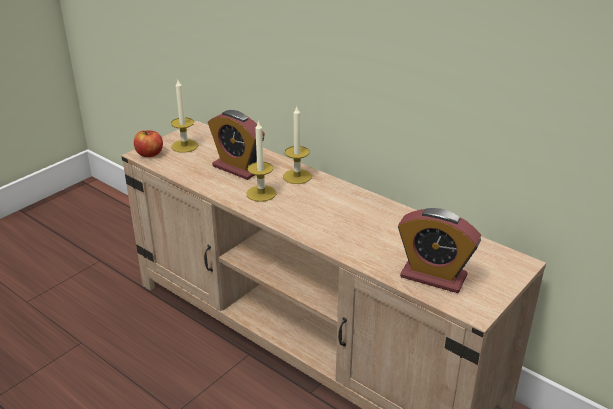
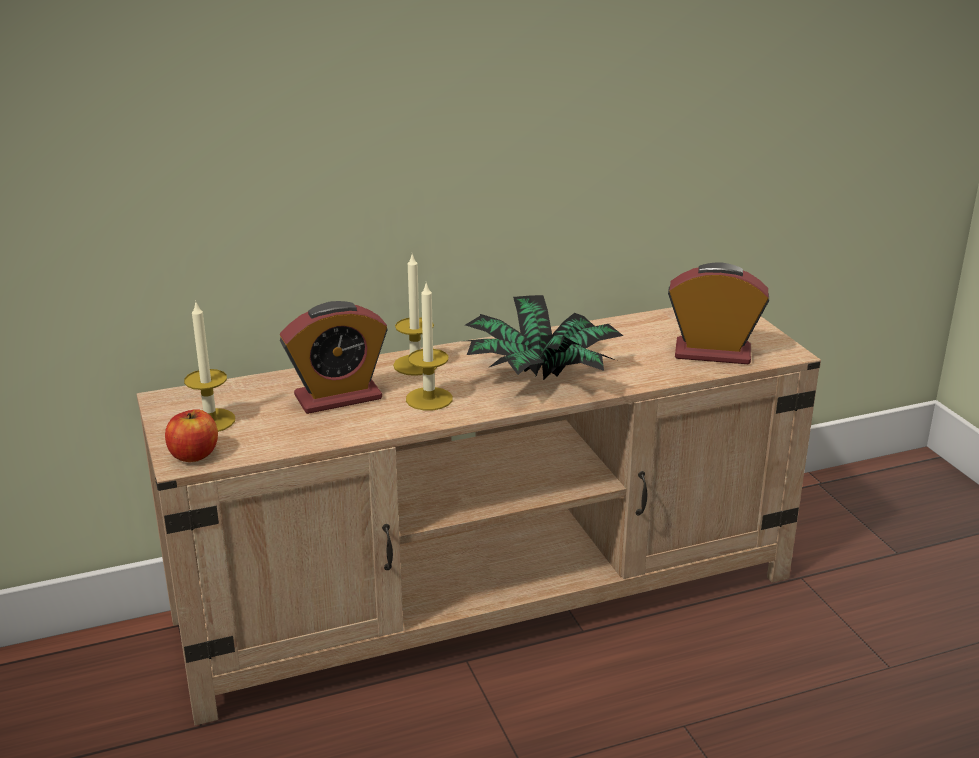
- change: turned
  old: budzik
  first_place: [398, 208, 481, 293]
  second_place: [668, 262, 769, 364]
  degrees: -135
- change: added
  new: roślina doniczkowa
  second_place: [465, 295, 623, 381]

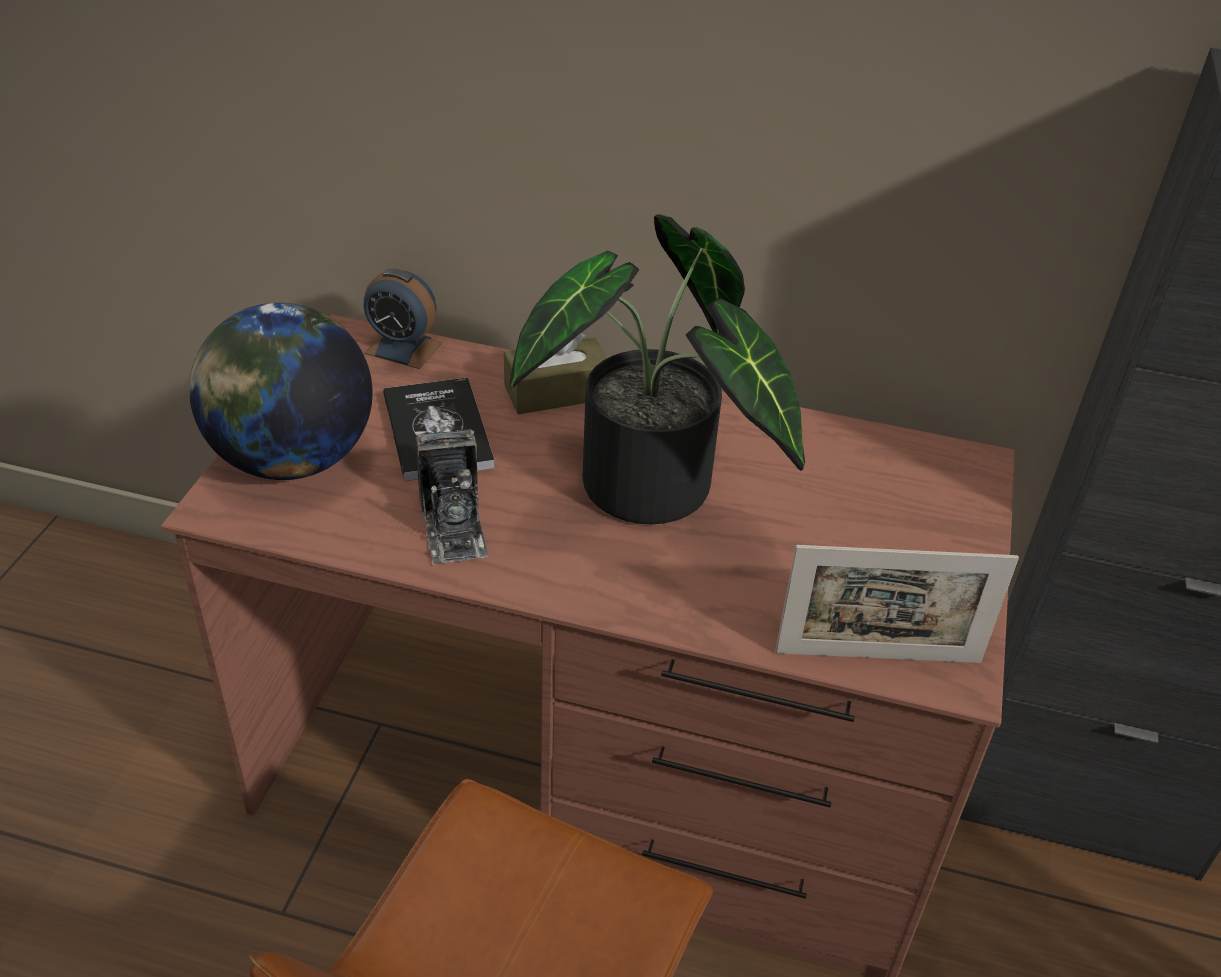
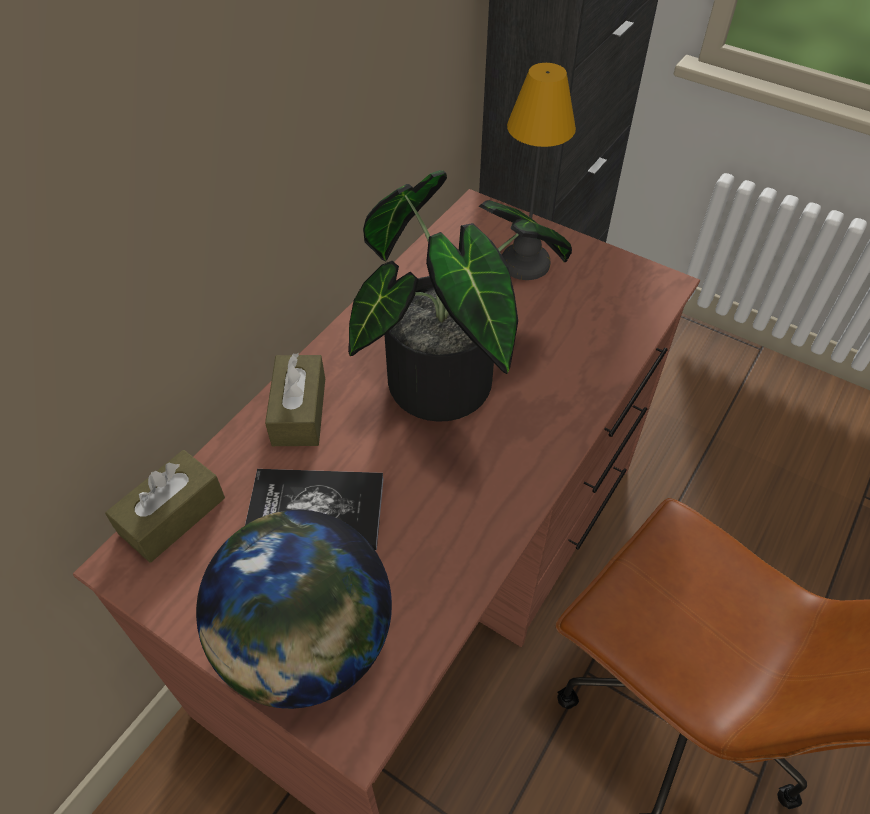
- change: replaced
  old: budzik
  new: pudełko chusteczek (brązowy)
  first_place: [364, 269, 442, 369]
  second_place: [105, 450, 225, 563]
- change: removed
  old: aparat fotograficzny
  first_place: [415, 429, 488, 565]
- change: removed
  old: ramka na zdjęcie
  first_place: [775, 545, 1019, 663]
- change: added
  new: lampa stołowa
  second_place: [502, 63, 576, 280]

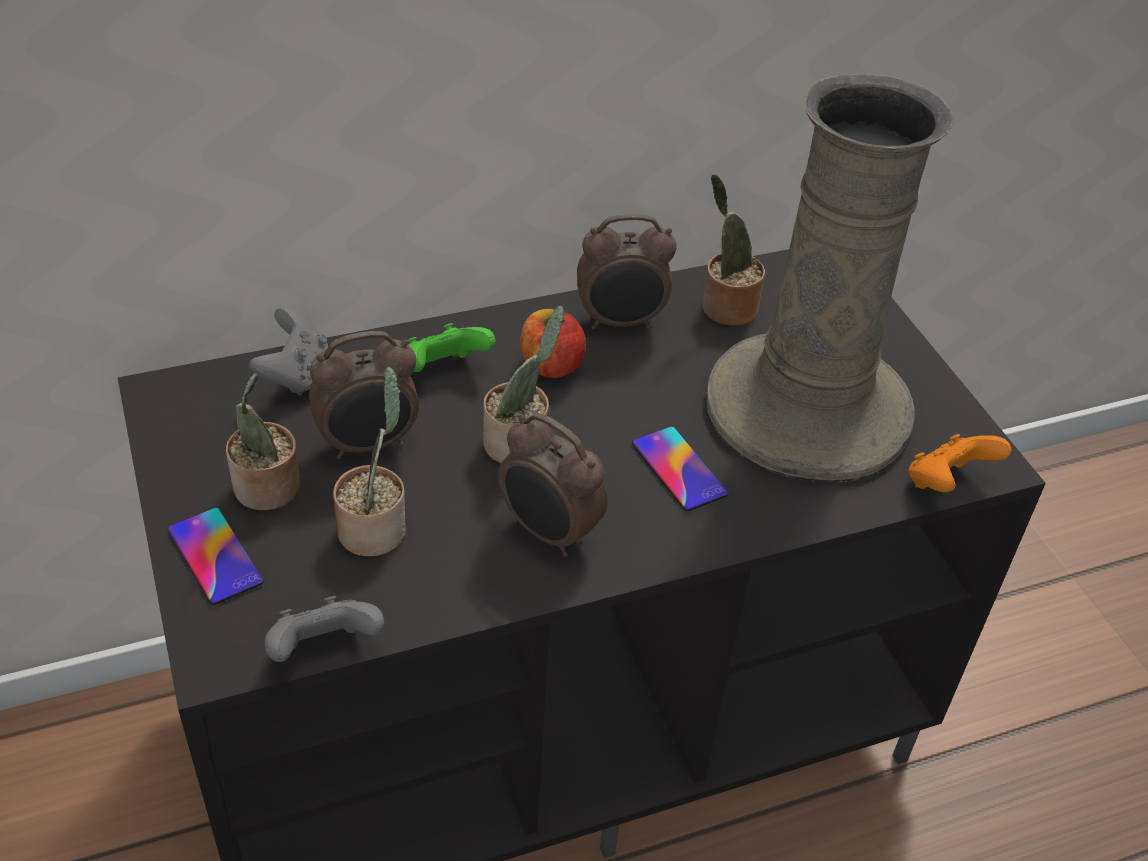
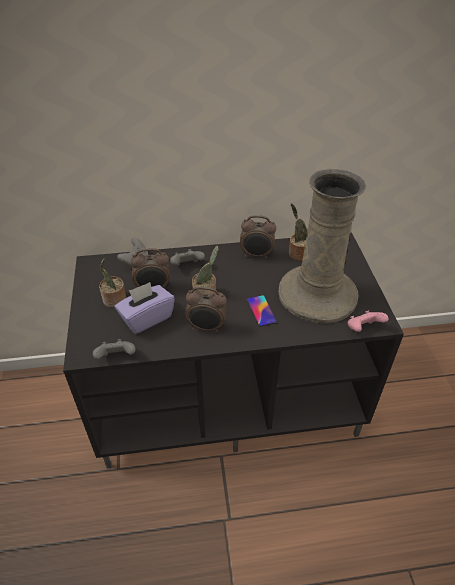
- change: removed
  old: telefon
  first_place: [168, 508, 264, 605]
- change: replaced
  old: roślina doniczkowa
  new: pudełko chusteczek (fioletowy)
  first_place: [333, 366, 406, 557]
  second_place: [115, 282, 175, 334]
- change: recoloured
  old: pad do gier (zielony)
  new: pad do gier (szary)
  first_place: [407, 323, 496, 372]
  second_place: [170, 249, 205, 265]
- change: turned
  old: budzik
  first_place: [498, 413, 608, 557]
  second_place: [185, 287, 227, 332]
  degrees: -45
- change: removed
  old: jabłko
  first_place: [520, 309, 586, 378]
- change: recoloured
  old: pad do gier (pomarańczowy)
  new: pad do gier (różowy)
  first_place: [909, 434, 1012, 492]
  second_place: [348, 310, 389, 332]

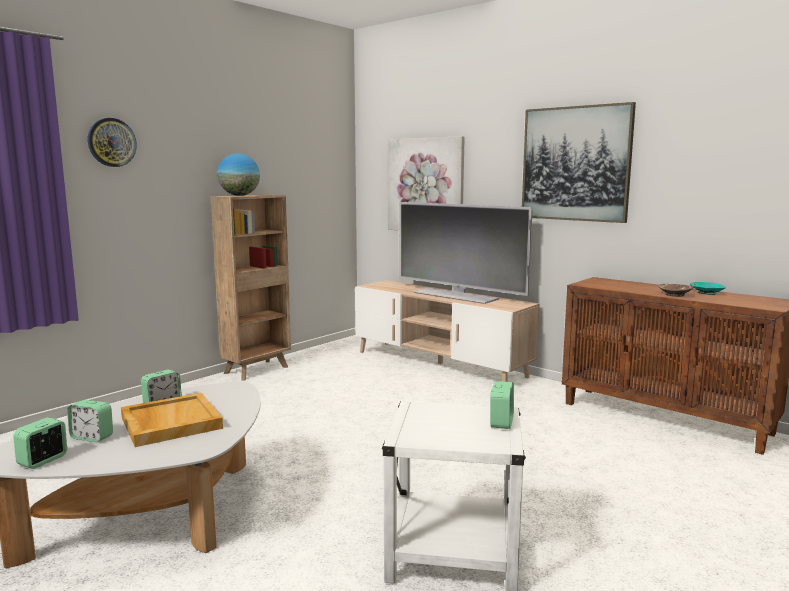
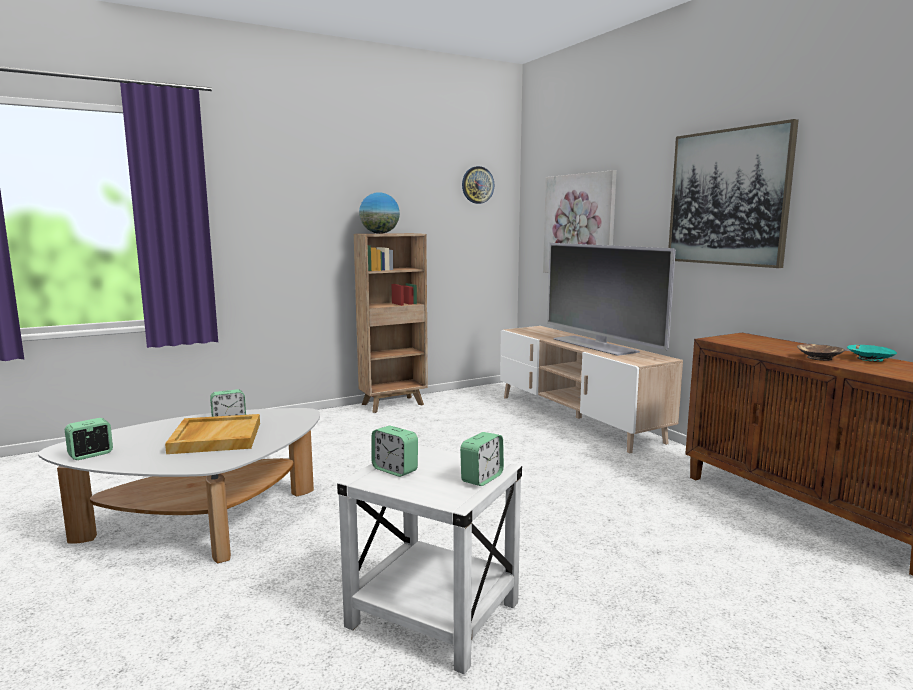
- change: moved
  old: budzik
  first_place: [67, 400, 113, 442]
  second_place: [372, 426, 418, 477]
- change: moved
  old: zegar ścienny
  first_place: [88, 118, 137, 167]
  second_place: [462, 166, 494, 204]

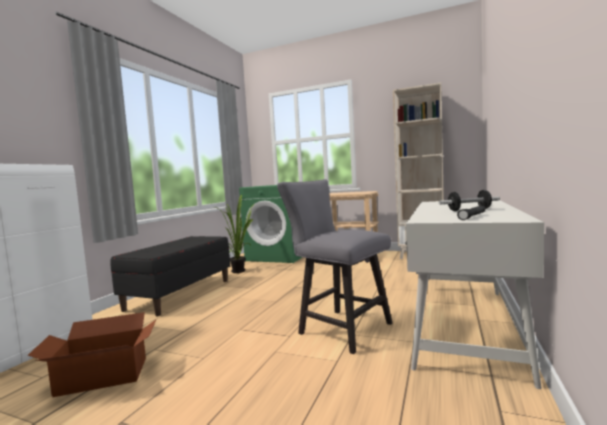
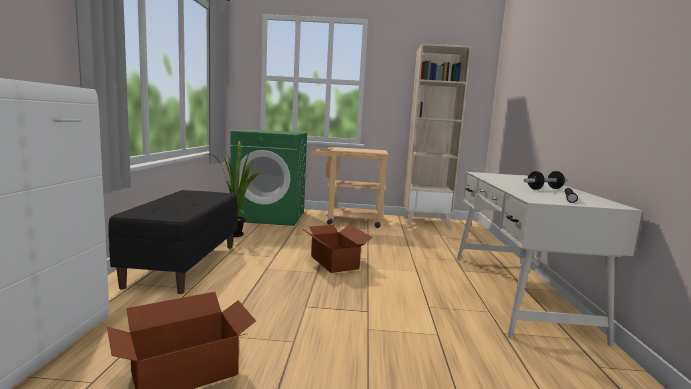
- change: removed
  old: krzesło (szary)
  first_place: [277, 179, 392, 354]
- change: added
  new: karton
  second_place: [301, 225, 373, 273]

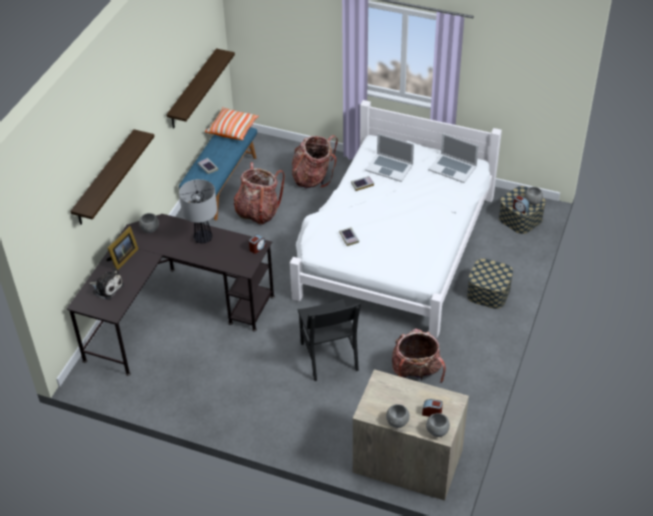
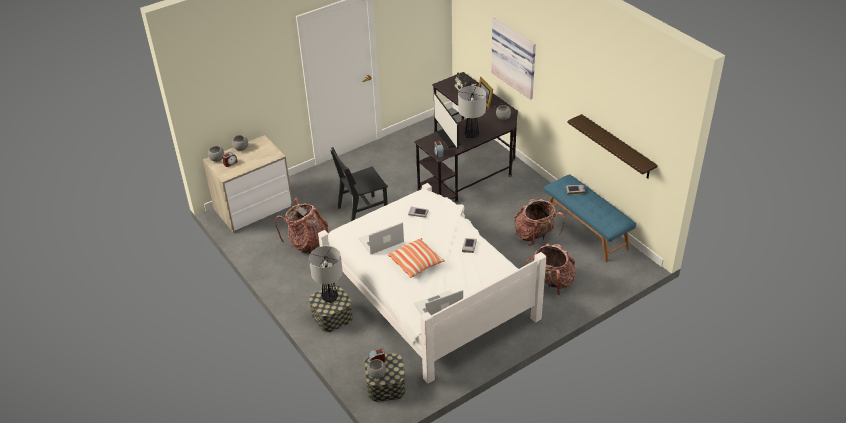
- change: replaced
  old: półka
  new: obraz
  first_place: [70, 129, 154, 225]
  second_place: [491, 19, 536, 100]
- change: moved
  old: poduszka
  first_place: [205, 107, 258, 140]
  second_place: [387, 238, 444, 278]
- change: turned
  old: krzesło (czarny)
  first_place: [298, 299, 361, 381]
  second_place: [330, 147, 388, 221]
  degrees: -45
- change: moved
  old: laptop
  first_place: [365, 133, 414, 182]
  second_place: [359, 222, 404, 255]
- change: added
  new: lampa stołowa
  second_place: [309, 246, 343, 303]
- change: added
  new: monitor
  second_place: [434, 93, 461, 149]

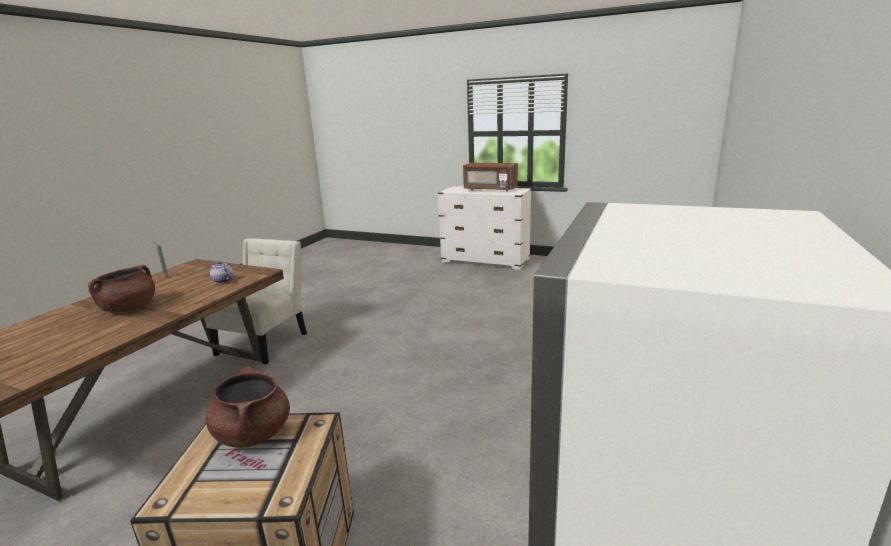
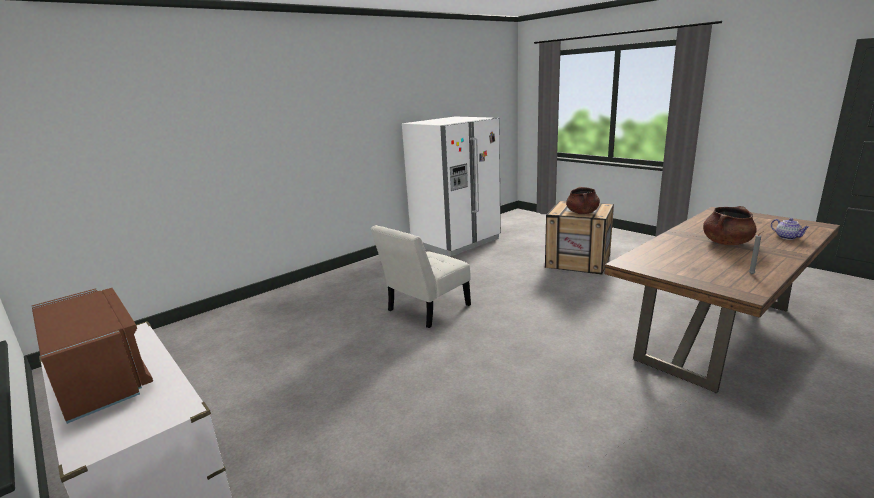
- change: moved
  old: krzesło (biały)
  first_place: [204, 238, 307, 364]
  second_place: [370, 225, 471, 328]
- change: moved
  old: imbryk
  first_place: [210, 261, 233, 283]
  second_place: [771, 218, 810, 240]

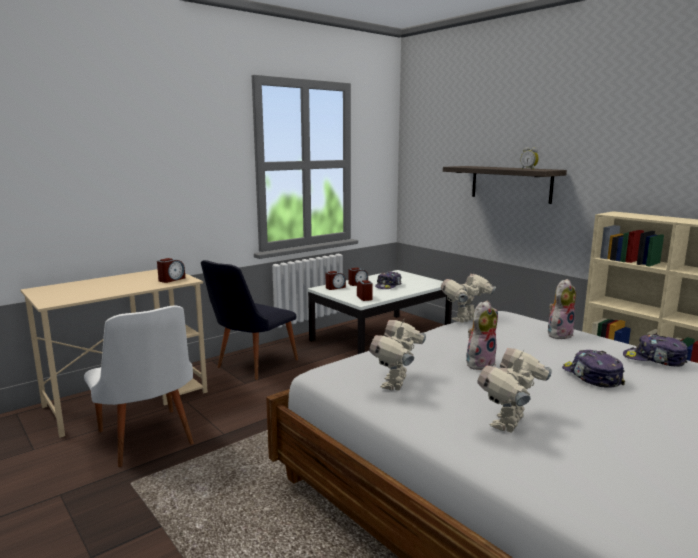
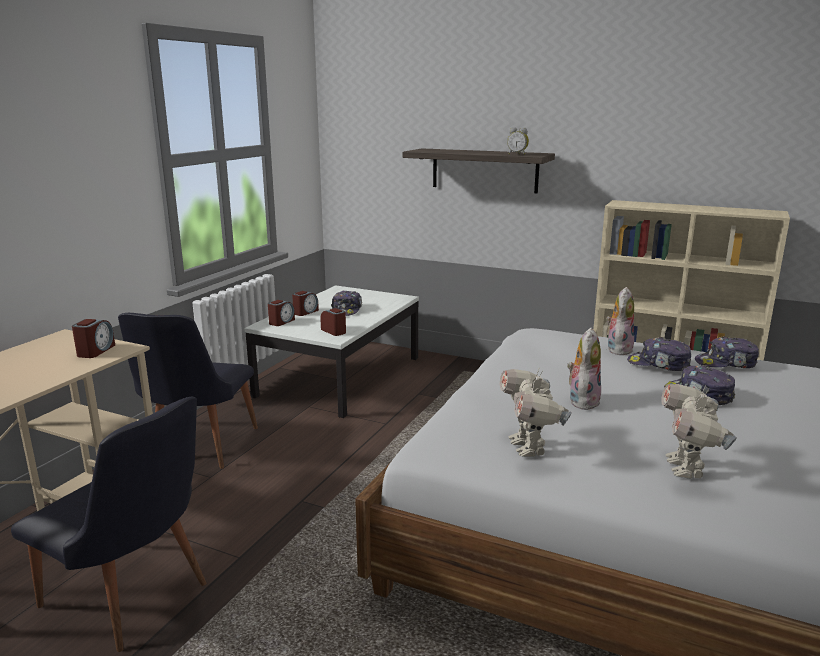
- change: recoloured
  old: krzesło (biały)
  new: krzesło (czarny)
  first_place: [84, 306, 194, 467]
  second_place: [11, 397, 207, 652]
- change: removed
  old: robot zabawkowy
  first_place: [441, 272, 496, 323]
- change: added
  new: czapka z daszkiem
  second_place: [627, 337, 691, 371]

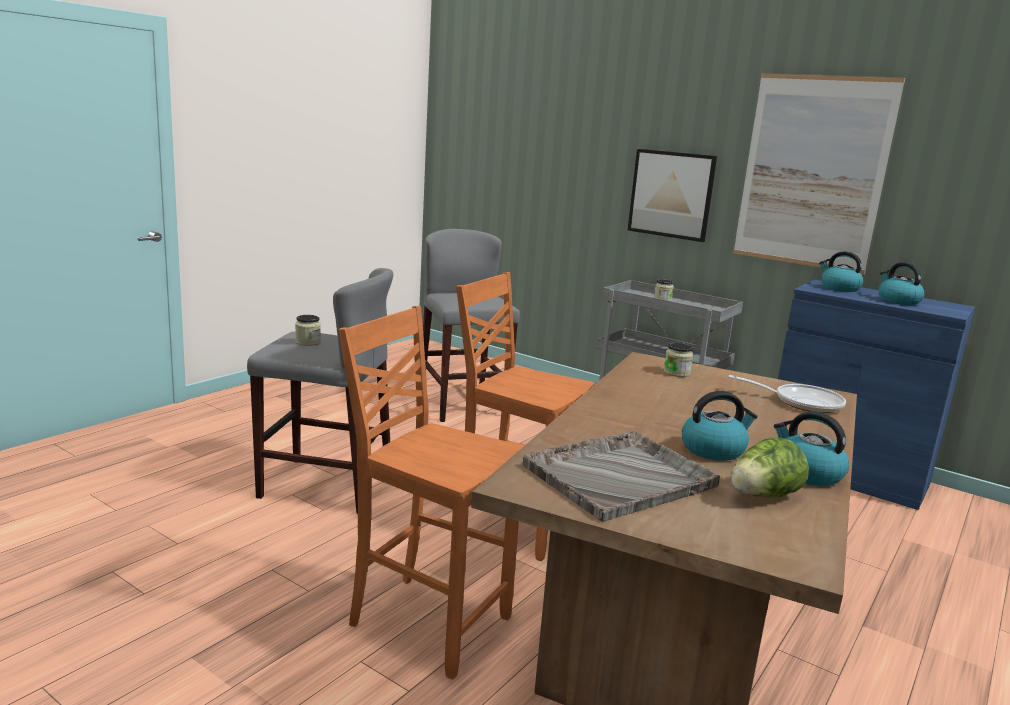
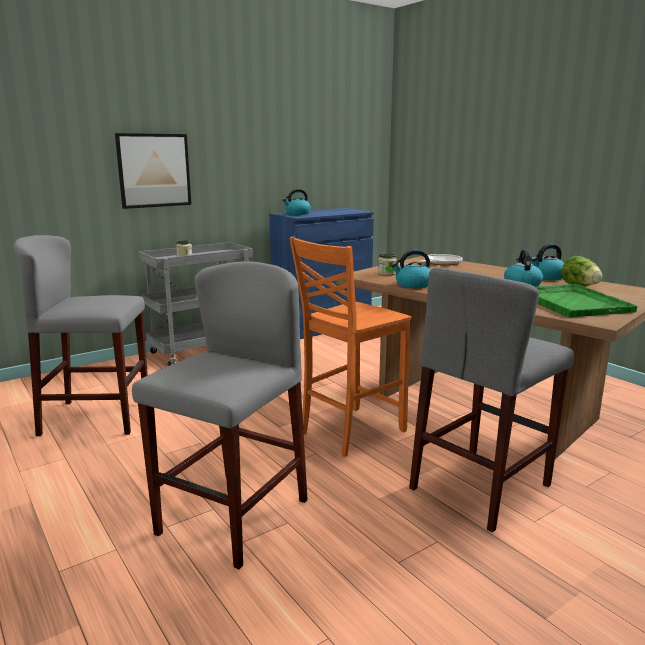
- change: removed
  old: słoik
  first_place: [295, 315, 321, 346]
- change: replaced
  old: krzesło (pomarańczowy)
  new: stołek (szary)
  first_place: [338, 306, 524, 680]
  second_place: [409, 267, 574, 533]
- change: recoloured
  old: taca (szary)
  new: taca (zielony)
  first_place: [523, 431, 720, 521]
  second_place: [535, 284, 637, 317]
- change: removed
  old: obraz
  first_place: [733, 73, 905, 274]
- change: moved
  old: czajnik
  first_place: [879, 262, 924, 305]
  second_place: [391, 250, 430, 288]

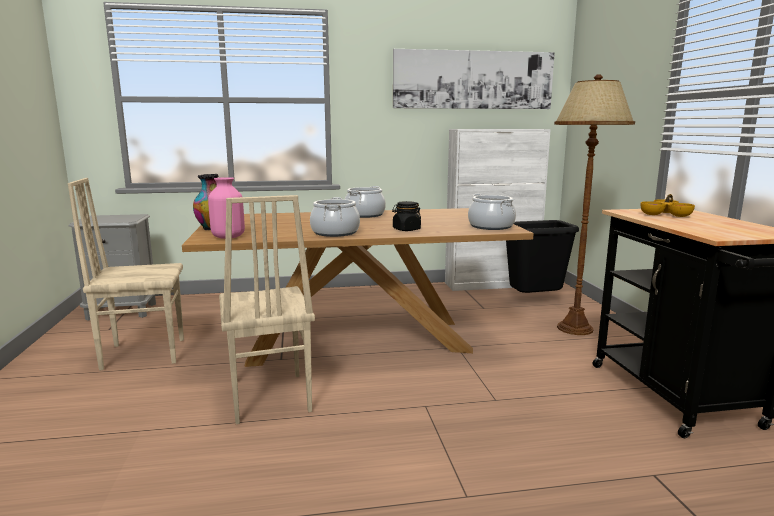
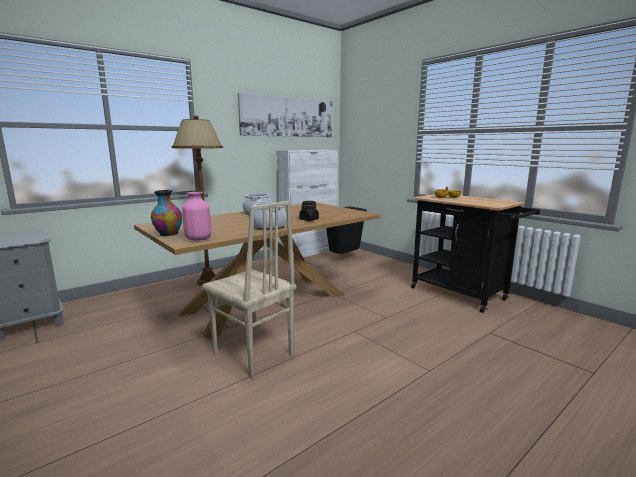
- change: removed
  old: krzesło (beżowy)
  first_place: [68, 178, 184, 371]
- change: removed
  old: garnek
  first_place: [468, 194, 516, 230]
- change: moved
  old: lampa stojąca (brązowy)
  first_place: [554, 74, 635, 335]
  second_place: [172, 116, 223, 286]

